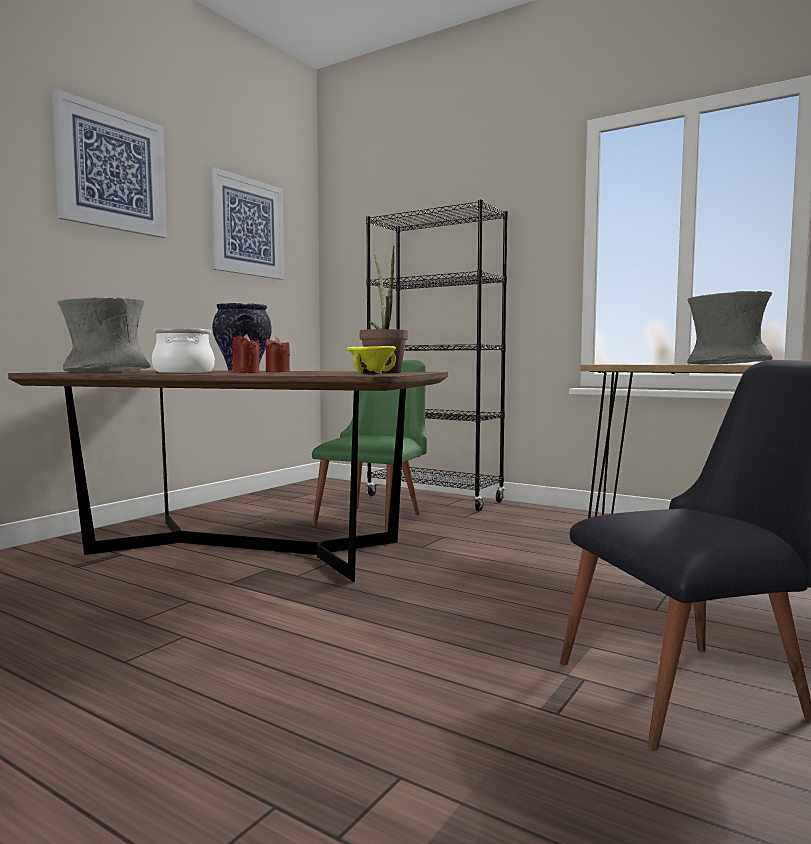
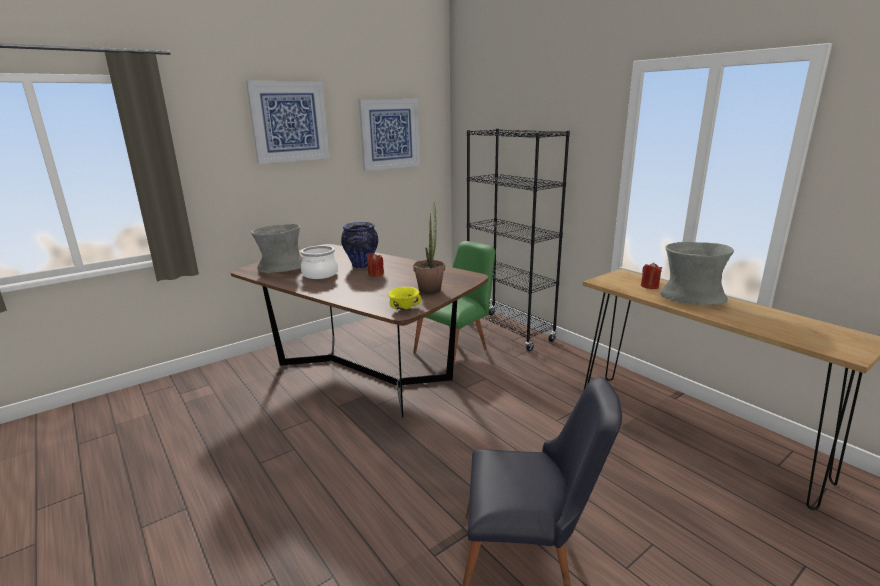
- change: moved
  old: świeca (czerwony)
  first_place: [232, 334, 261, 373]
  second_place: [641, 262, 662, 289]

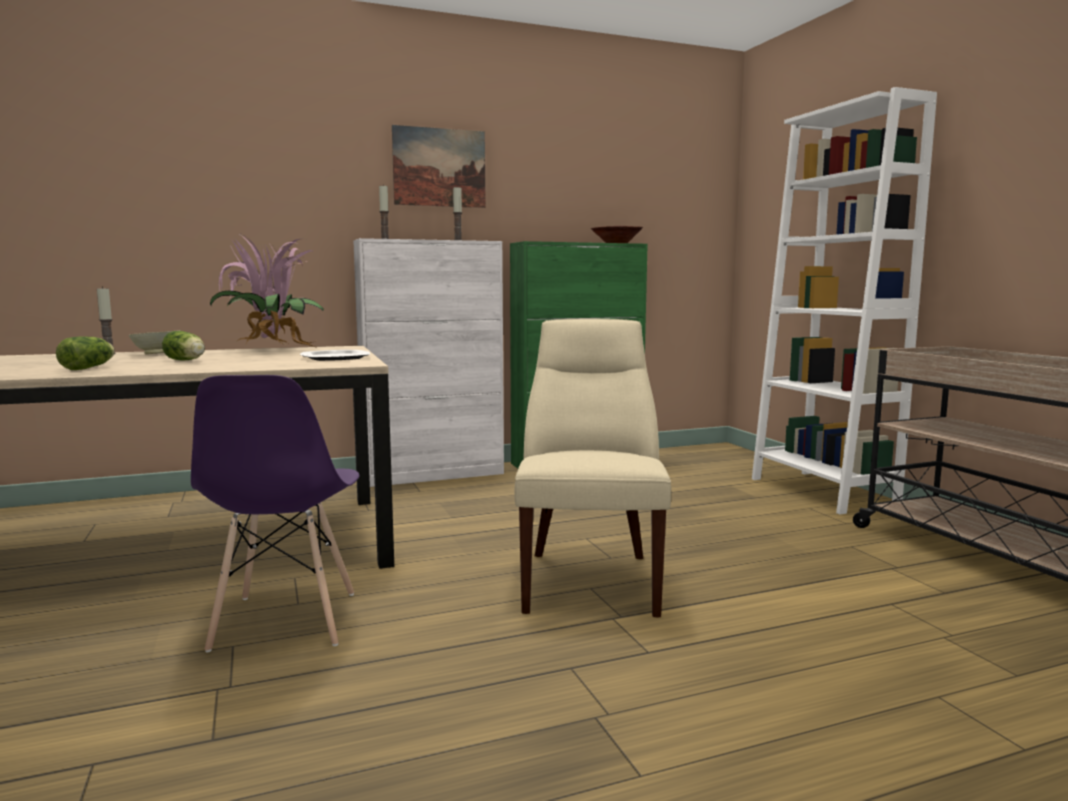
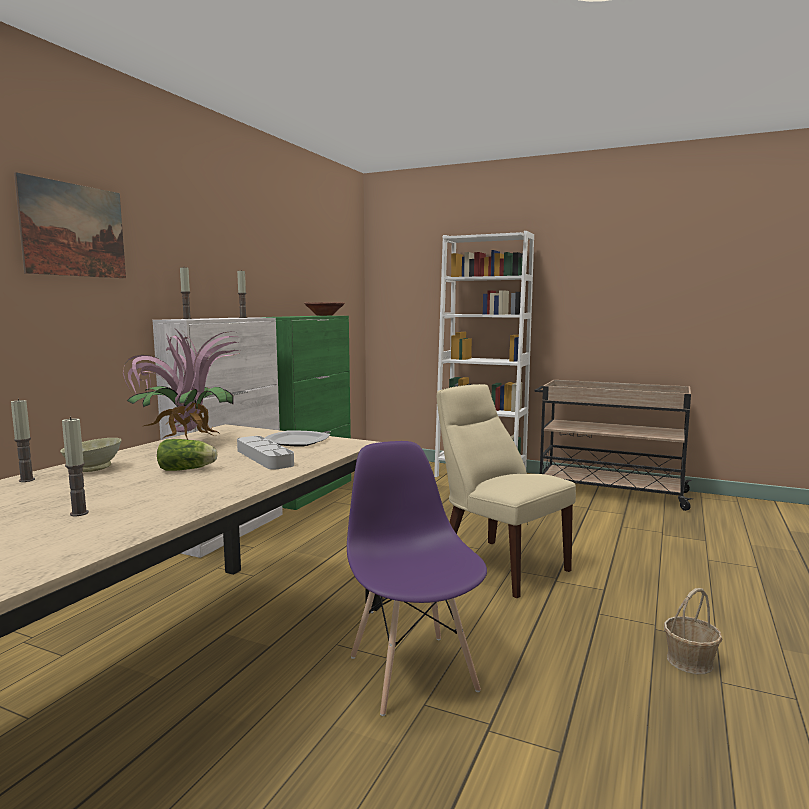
- change: removed
  old: sałata
  first_place: [56, 336, 115, 370]
- change: turned
  old: krzesło (fioletowy)
  first_place: [191, 375, 360, 653]
  second_place: [347, 441, 487, 716]
  degrees: -150
- change: moved
  old: obraz
  first_place: [392, 125, 486, 208]
  second_place: [14, 172, 126, 278]
- change: added
  new: świeca
  second_place: [62, 417, 89, 516]
- change: added
  new: taca (szary)
  second_place: [237, 436, 294, 470]
- change: added
  new: koszyk
  second_place: [664, 588, 722, 674]

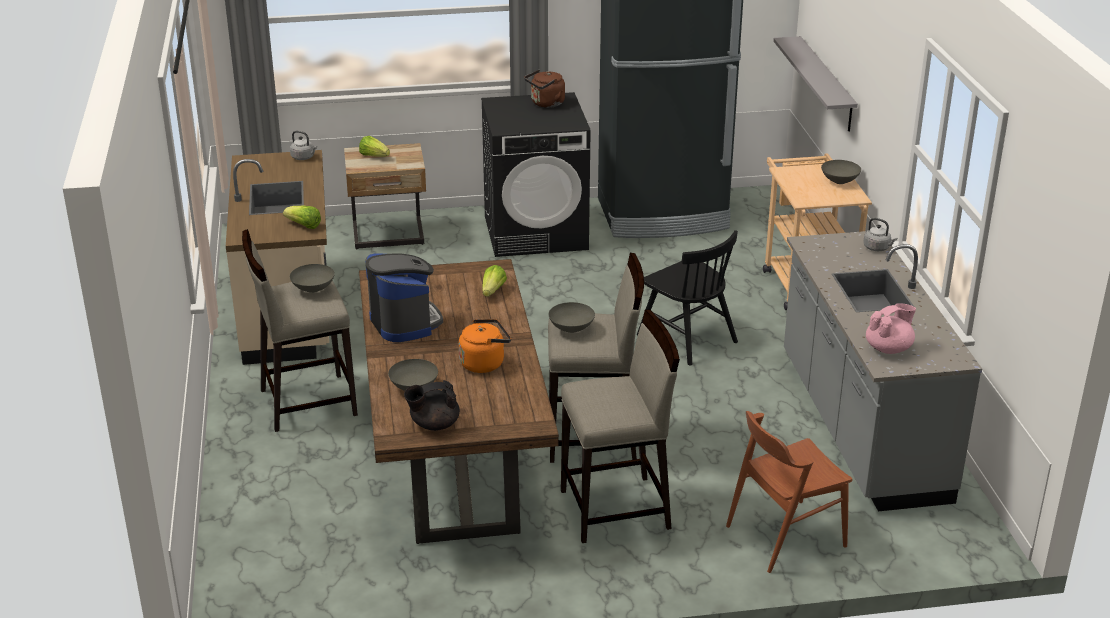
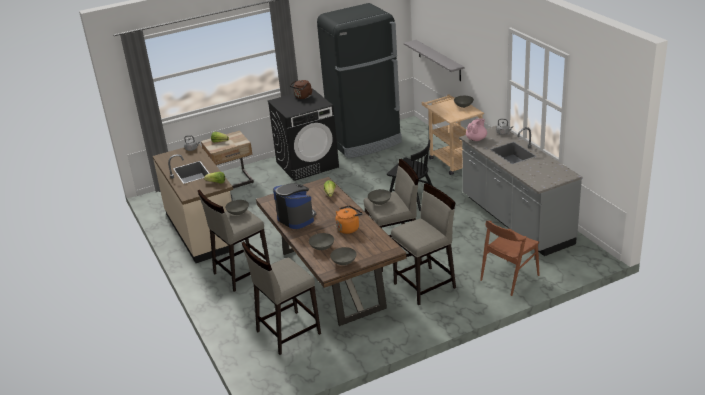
- change: replaced
  old: imbryk (czarny)
  new: miska (szary)
  first_place: [404, 380, 460, 431]
  second_place: [330, 247, 357, 265]
- change: moved
  old: imbryk (różowy)
  first_place: [866, 303, 916, 354]
  second_place: [466, 119, 487, 141]
- change: added
  new: stołek (beżowy)
  second_place: [242, 242, 321, 355]

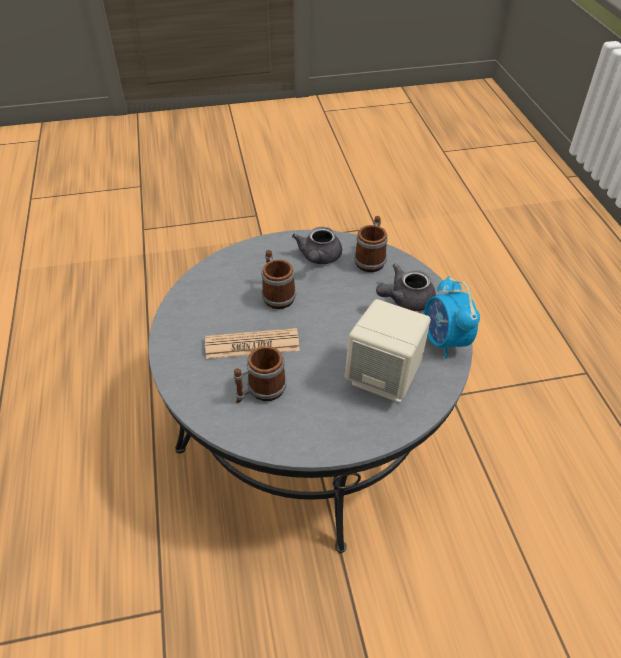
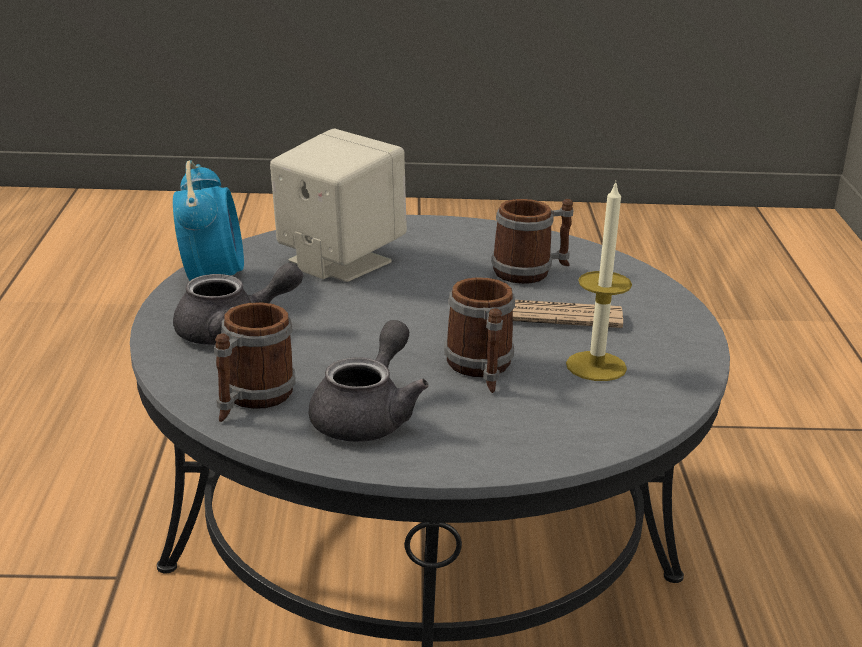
- change: added
  new: świeca
  second_place: [566, 182, 632, 381]

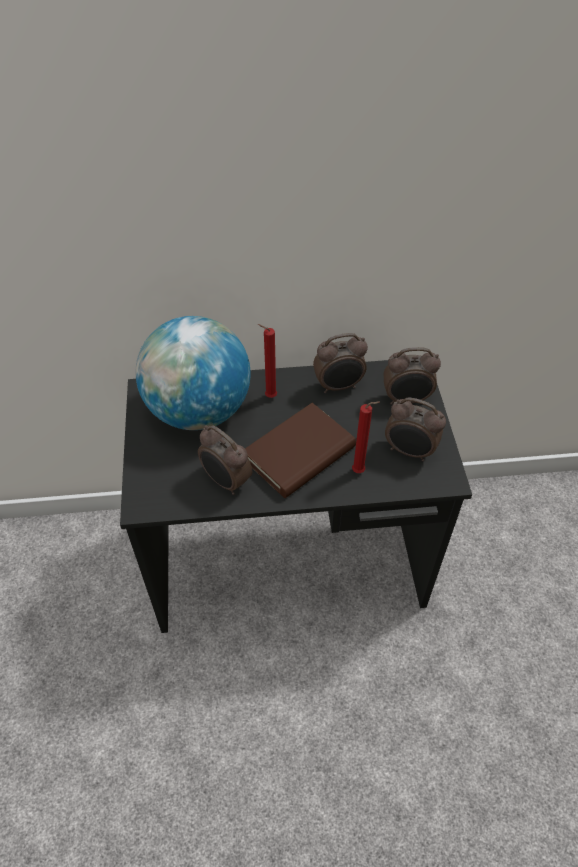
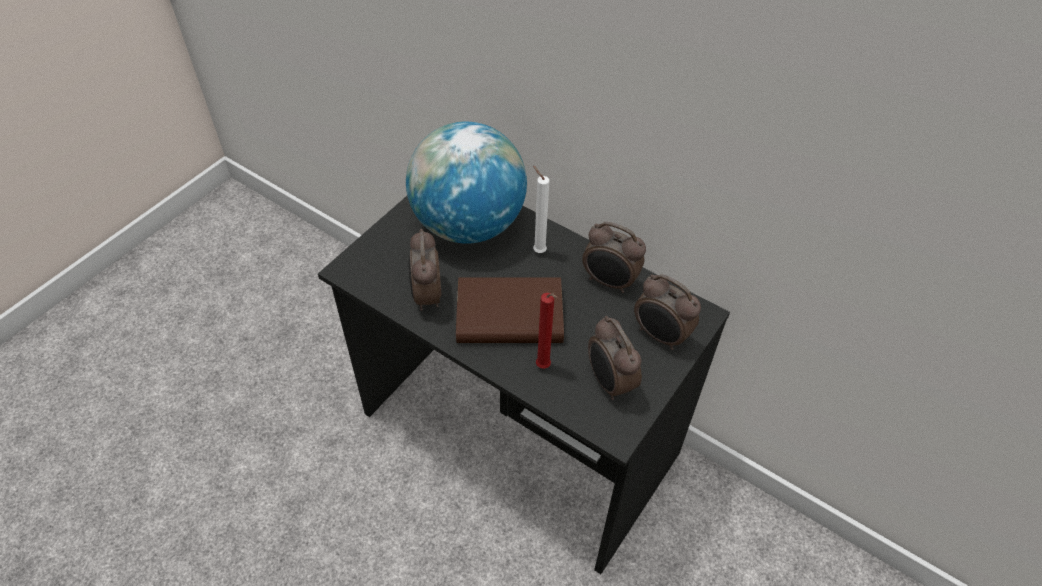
- change: recoloured
  old: świeca (czerwony)
  new: świeca (biały)
  first_place: [258, 324, 277, 398]
  second_place: [533, 166, 549, 253]

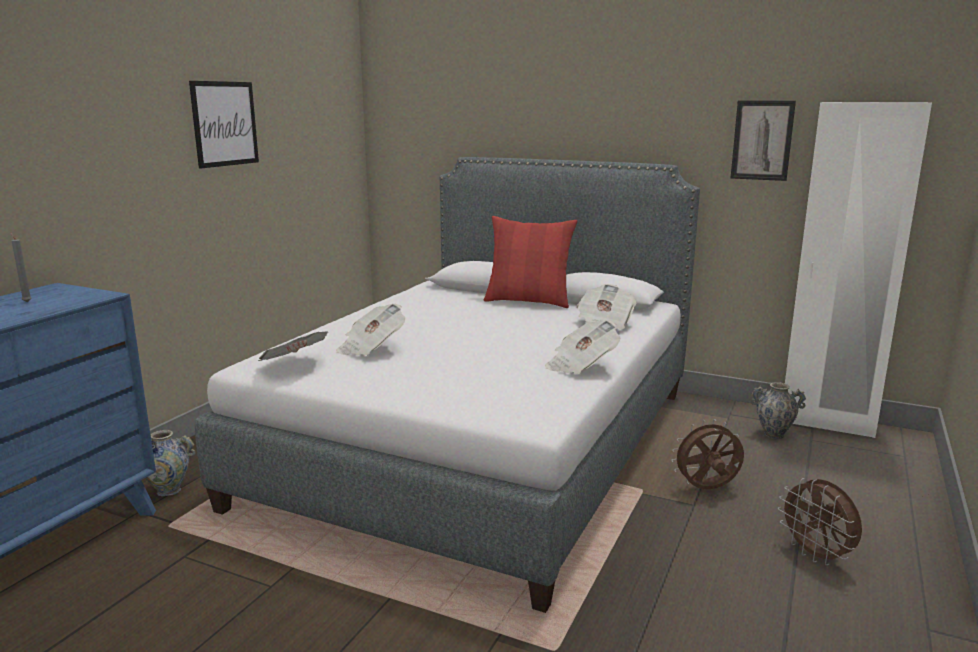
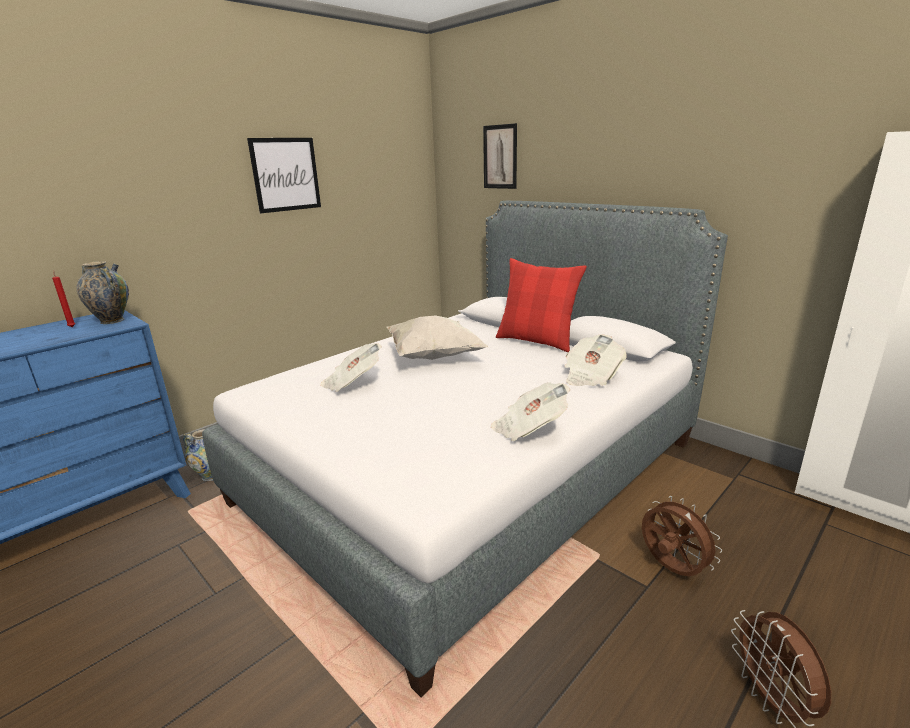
- change: recoloured
  old: świeca (szary)
  new: świeca (czerwony)
  first_place: [10, 232, 31, 302]
  second_place: [52, 271, 75, 327]
- change: removed
  old: gazeta
  first_place: [258, 331, 328, 361]
- change: turned
  old: wentylator (brązowy)
  first_place: [671, 419, 744, 489]
  second_place: [642, 496, 722, 576]
  degrees: 45
- change: moved
  old: obraz
  first_place: [731, 100, 796, 181]
  second_place: [483, 123, 517, 189]
- change: moved
  old: wazon
  first_place: [751, 382, 806, 439]
  second_place: [76, 261, 129, 324]
- change: added
  new: poduszka (biały)
  second_place: [387, 315, 488, 360]

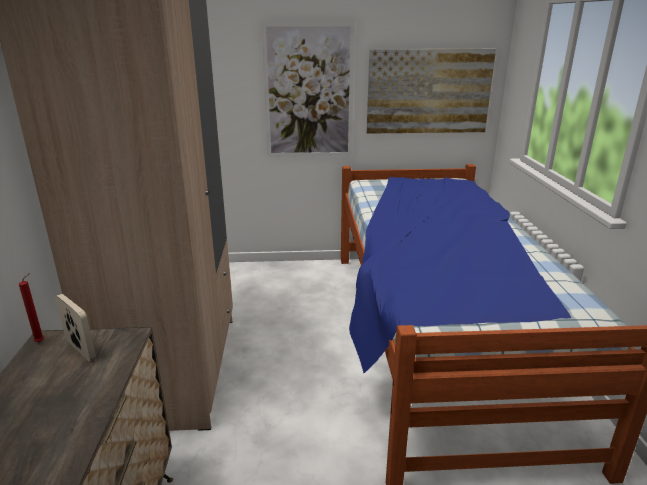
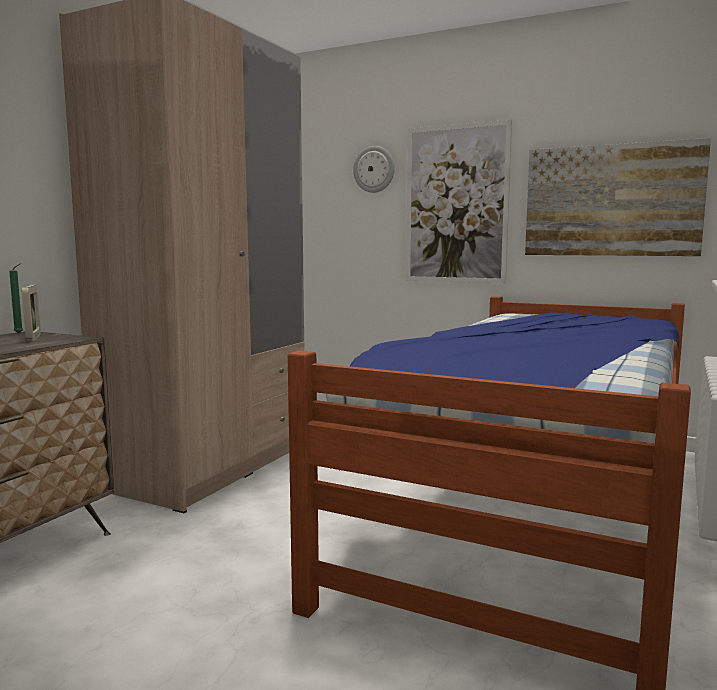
- change: recoloured
  old: świeca (czerwony)
  new: świeca (zielony)
  first_place: [19, 273, 44, 342]
  second_place: [9, 263, 23, 333]
- change: added
  new: zegar ścienny
  second_place: [353, 146, 395, 193]

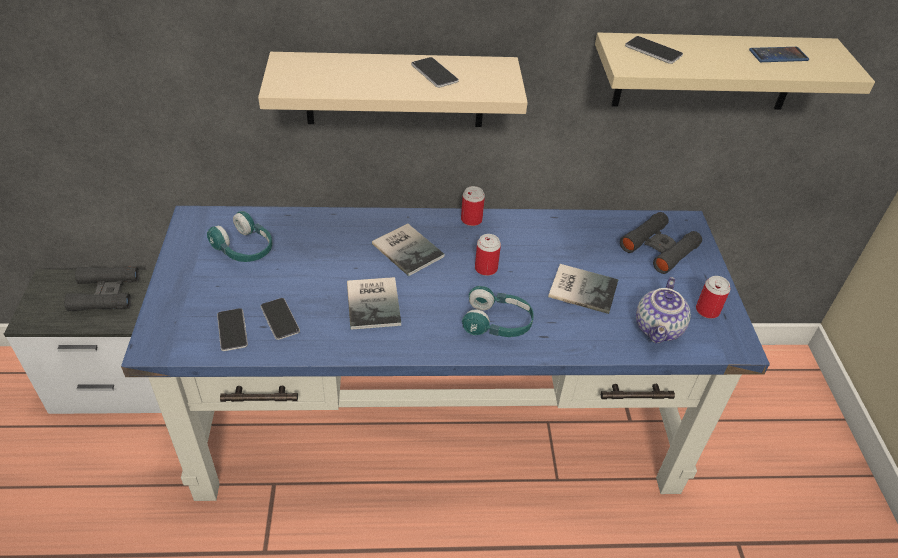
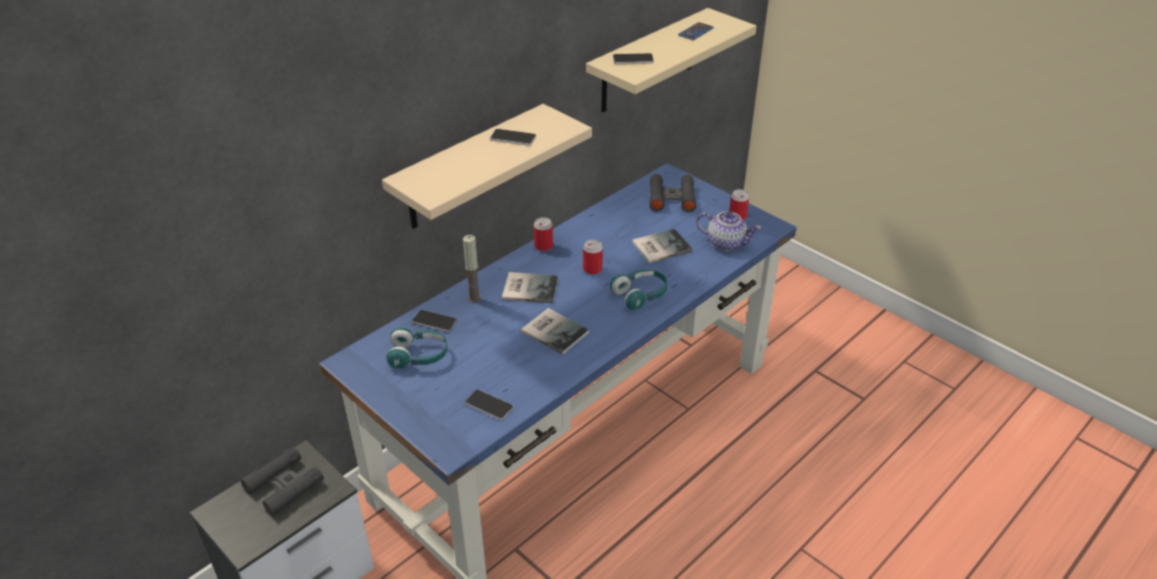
- change: moved
  old: telefon
  first_place: [261, 298, 300, 340]
  second_place: [412, 310, 457, 332]
- change: turned
  old: imbryk
  first_place: [636, 277, 691, 343]
  second_place: [696, 211, 761, 251]
  degrees: -45
- change: added
  new: świeca
  second_place: [463, 235, 481, 302]

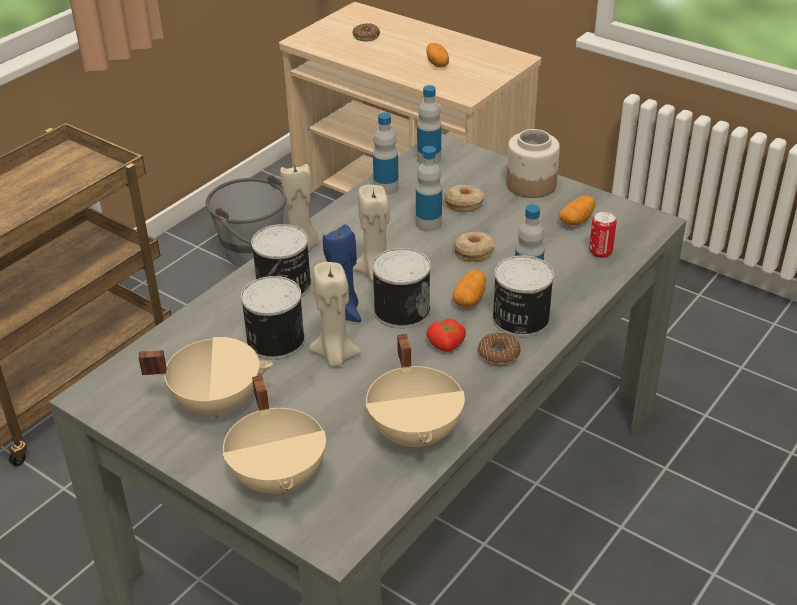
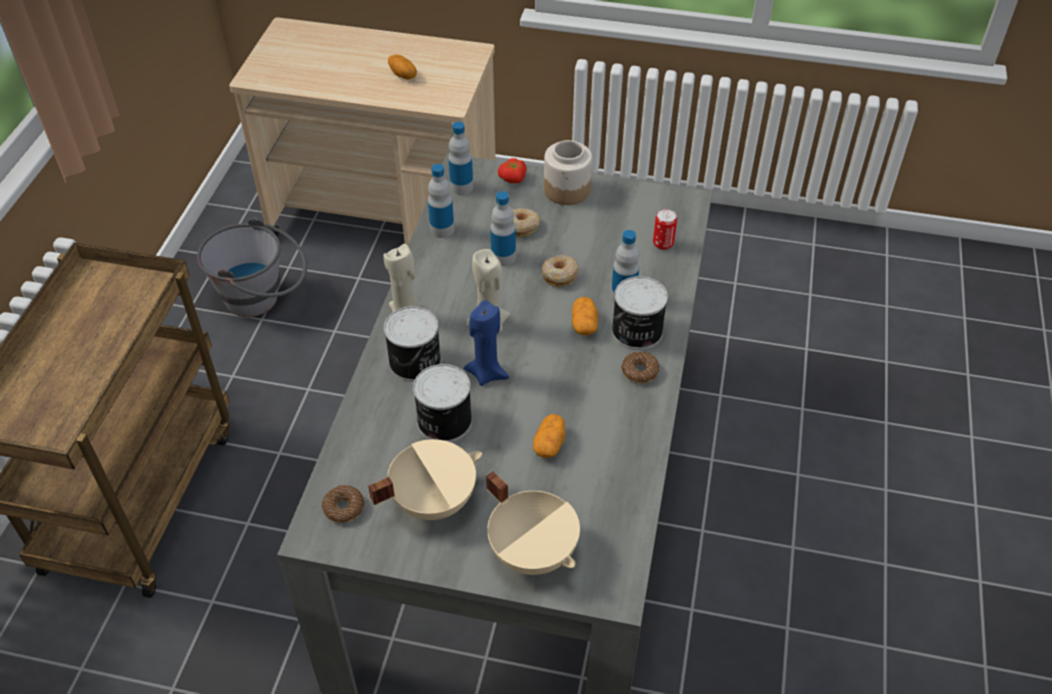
- change: removed
  old: świeca (beżowy)
  first_place: [309, 262, 362, 367]
- change: moved
  old: donut
  first_place: [352, 23, 380, 42]
  second_place: [322, 485, 365, 523]
- change: removed
  old: garnek (beżowy)
  first_place: [366, 334, 465, 450]
- change: removed
  old: puszka
  first_place: [372, 248, 431, 329]
- change: moved
  old: pomidor
  first_place: [426, 319, 466, 352]
  second_place: [498, 158, 526, 183]
- change: moved
  old: ziemniak
  first_place: [559, 195, 595, 226]
  second_place: [533, 414, 565, 458]

